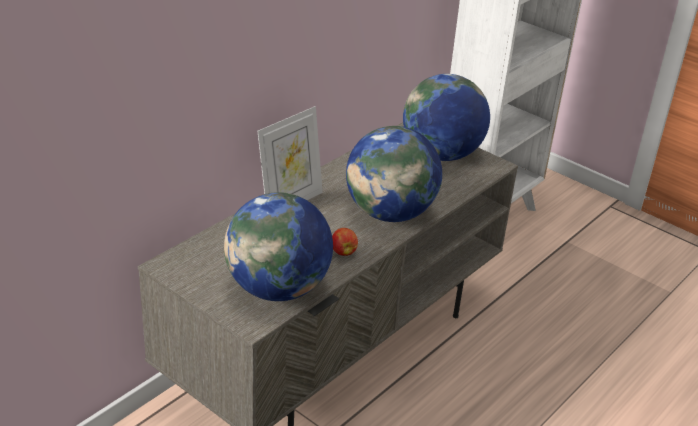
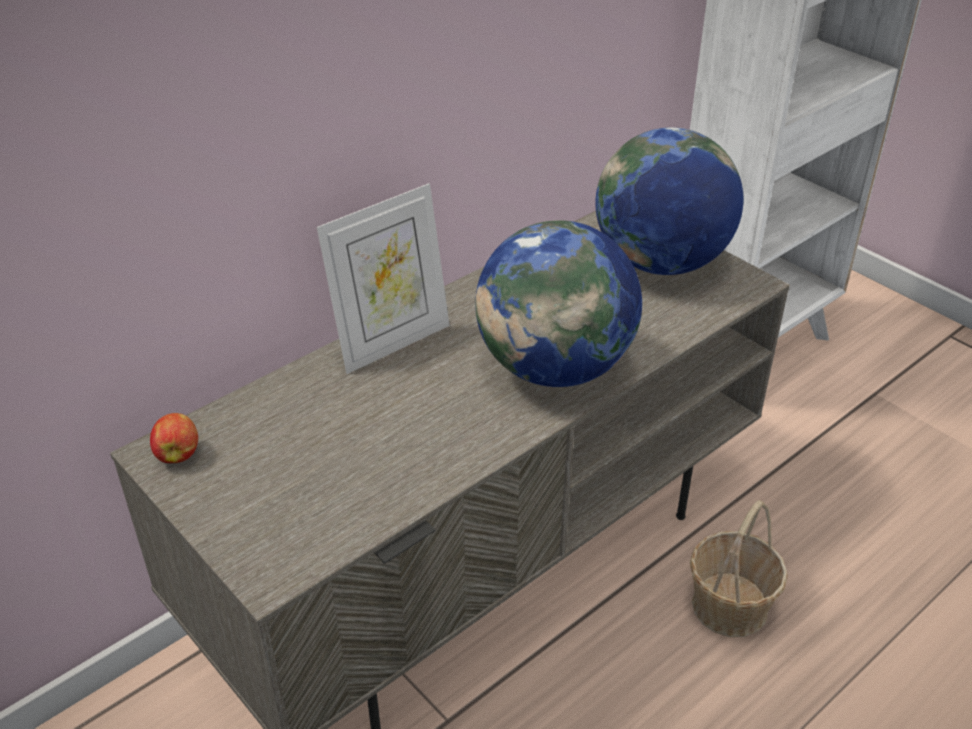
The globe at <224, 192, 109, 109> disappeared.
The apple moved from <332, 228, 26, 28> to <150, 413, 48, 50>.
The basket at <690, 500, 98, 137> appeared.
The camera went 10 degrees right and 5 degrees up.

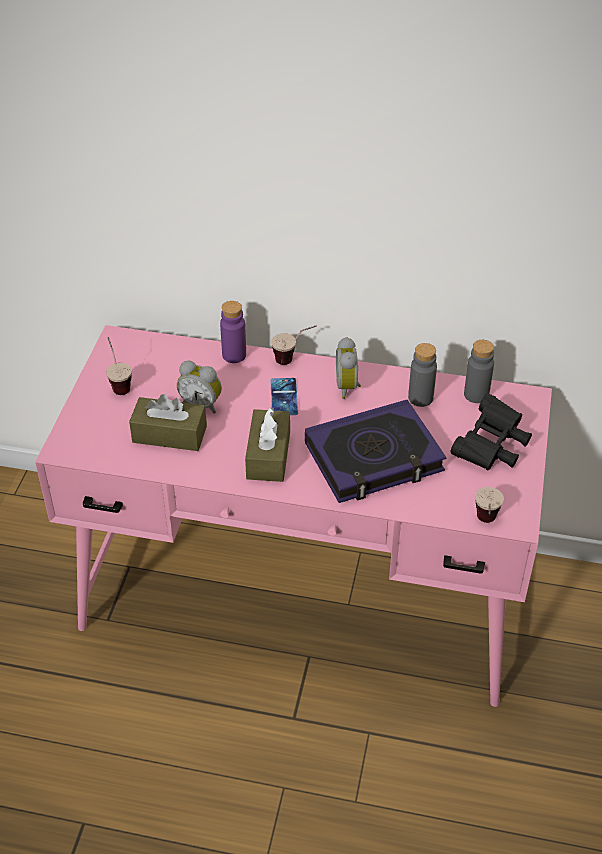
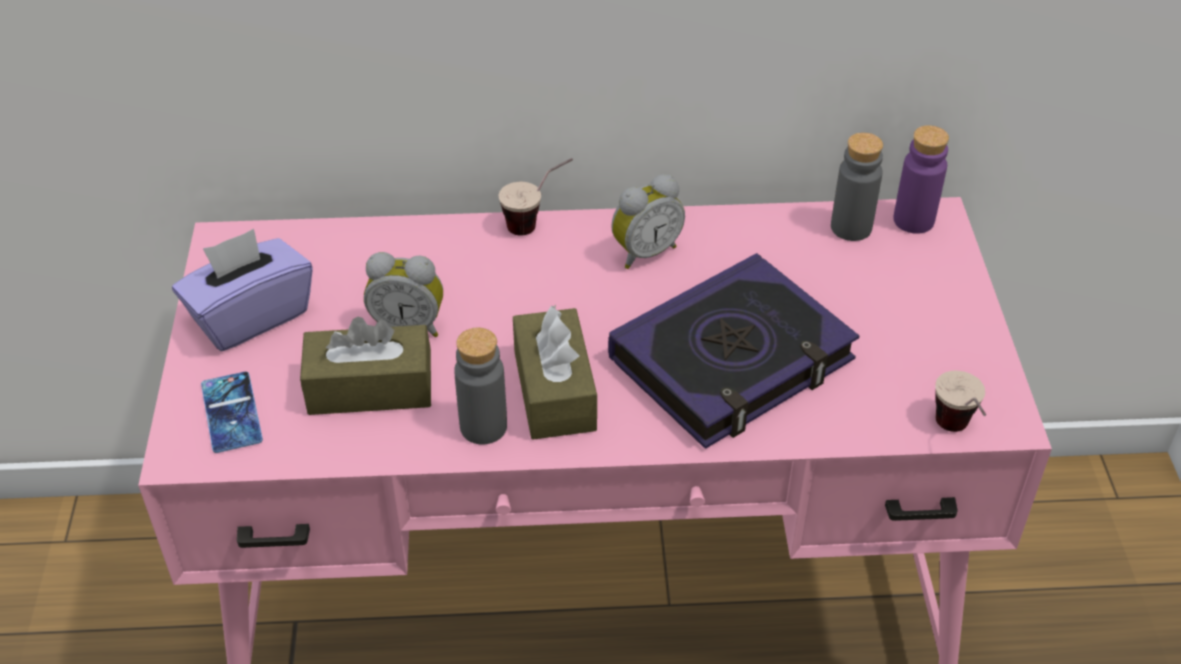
The cup at <106, 337, 26, 58> was replaced by the purple tissue box at <172, 229, 141, 122>.
The purple bottle moved from <220, 301, 26, 62> to <893, 125, 56, 109>.
The phone moved from <271, 378, 27, 37> to <201, 372, 62, 81>.
The alarm clock at <336, 337, 25, 62> turned 105 degrees counterclockwise.
The grey bottle moved from <408, 343, 29, 64> to <454, 328, 53, 117>.
The black binoculars at <450, 393, 82, 78> disappeared.
The camera went 15 degrees left and 0 degrees up.

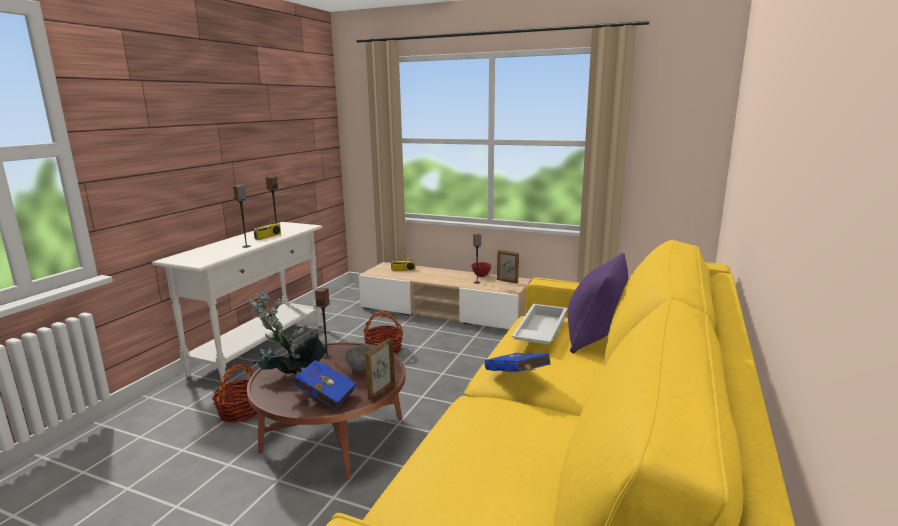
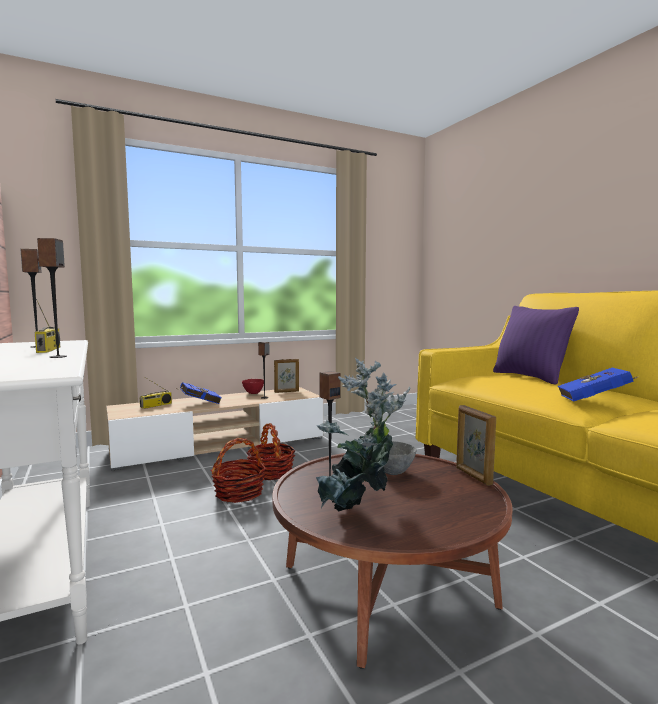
The basket moved from <212, 364, 46, 59> to <246, 423, 50, 57>.
The blue book moved from <293, 360, 63, 50> to <176, 382, 46, 22>.
The white tray at <511, 304, 56, 41> disappeared.
The camera went 50 degrees left and 10 degrees down.

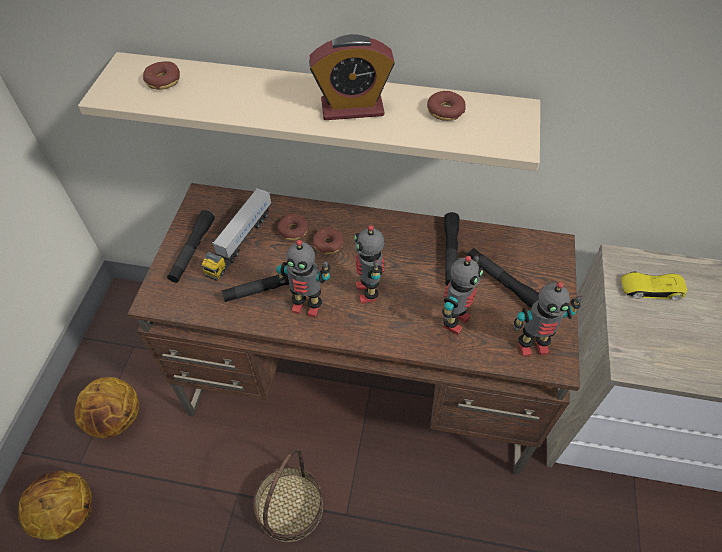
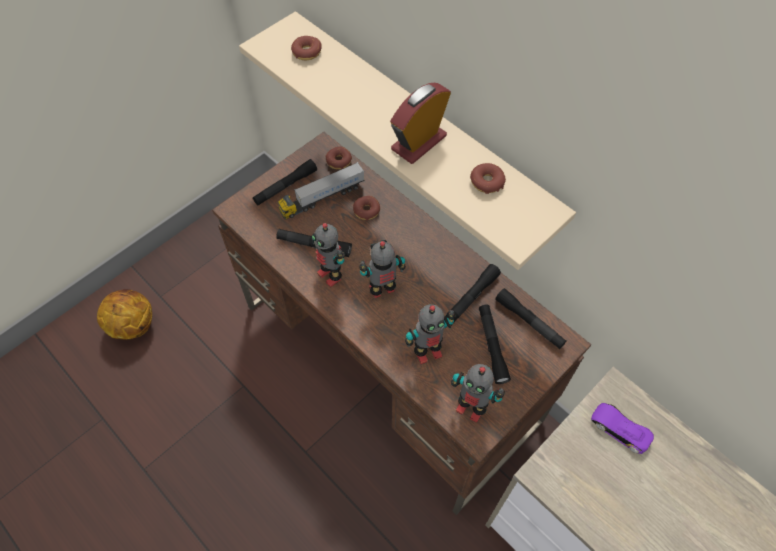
The basketball at <74, 377, 65, 61> disappeared.
The basket at <253, 448, 71, 95> disappeared.
The alarm clock at <309, 34, 86, 86> turned 105 degrees clockwise.
The donut moved from <312, 227, 32, 27> to <326, 147, 26, 22>.
The toy robot at <354, 225, 31, 79> turned 45 degrees clockwise.
The yellow toy car at <621, 272, 66, 28> became the purple toy car at <591, 403, 63, 51>.
The black flashlight at <495, 288, 72, 61> appeared.
The camera went 35 degrees right and 5 degrees up.

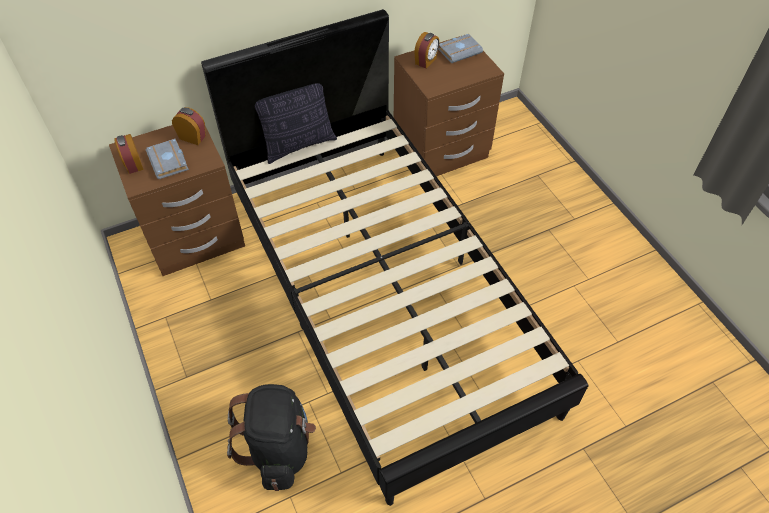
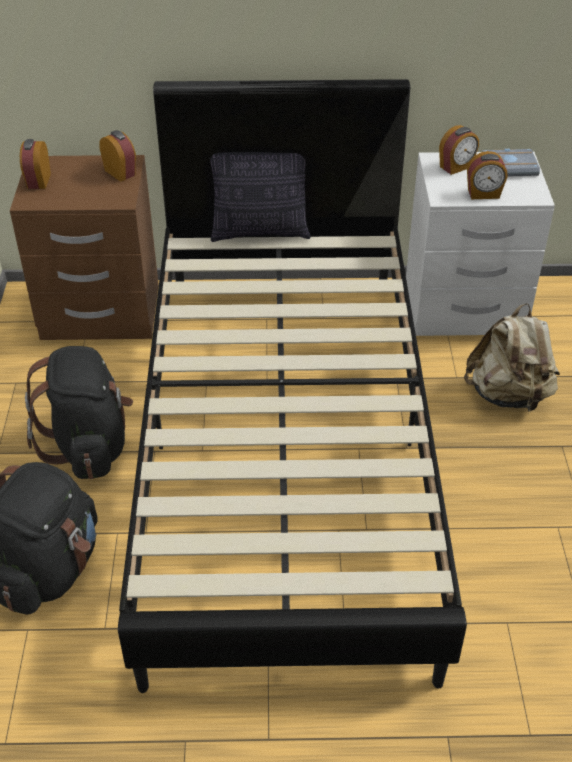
The grey book at <146, 139, 43, 40> disappeared.
The brown nightstand at <394, 36, 110, 140> became the white nightstand at <406, 152, 149, 184>.
The black backpack at <25, 346, 108, 133> appeared.
The beige backpack at <464, 303, 96, 108> appeared.
The alarm clock at <467, 151, 41, 48> appeared.
The camera went 25 degrees right and 10 degrees down.

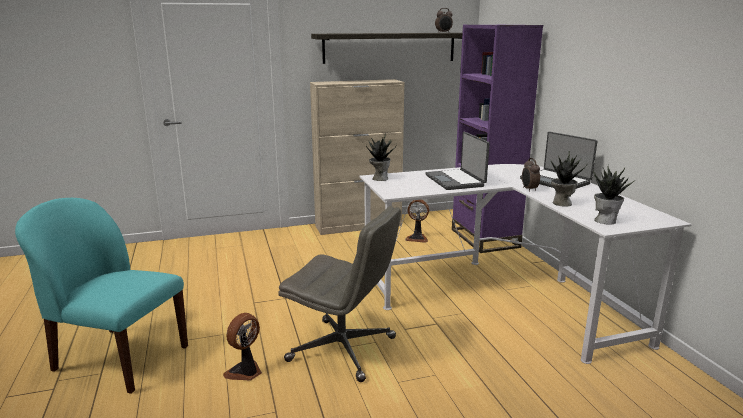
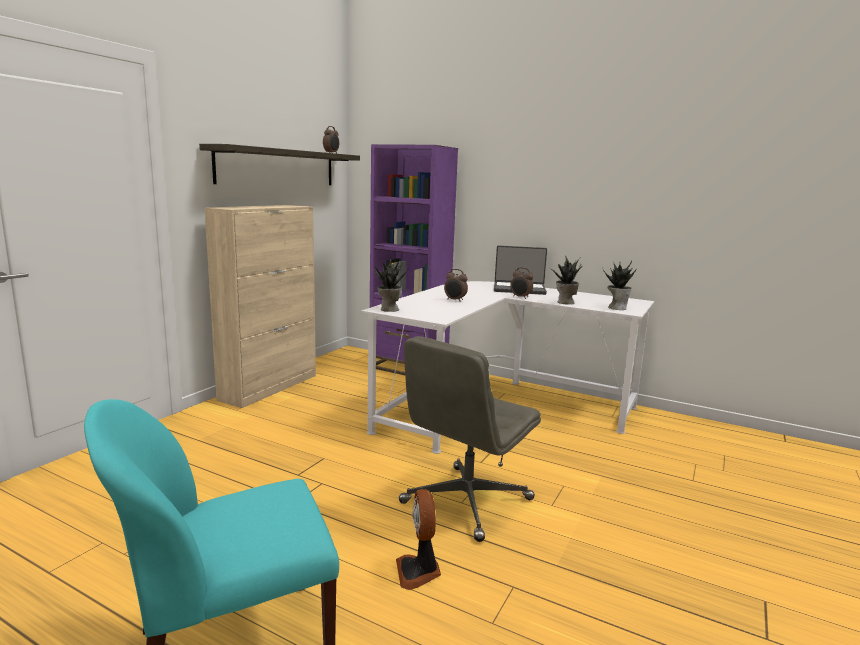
The grey office chair at <278, 206, 123, 176> turned 150 degrees clockwise.
The fan at <405, 200, 24, 43> disappeared.
The laptop at <425, 132, 65, 58> was replaced by the alarm clock at <444, 269, 24, 33>.
The camera went 45 degrees left and 5 degrees down.

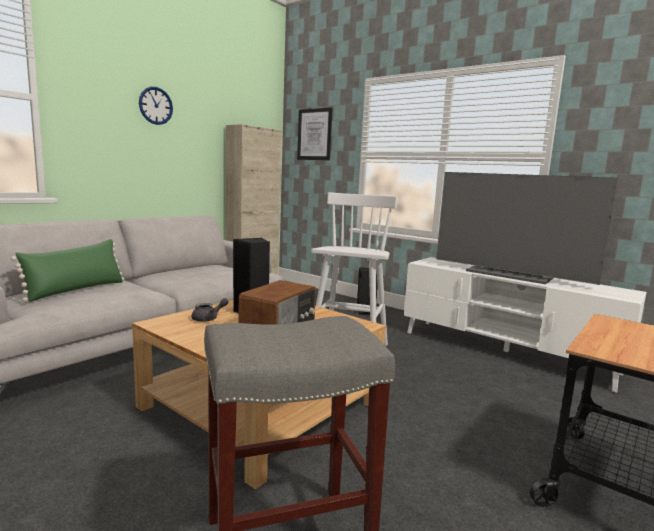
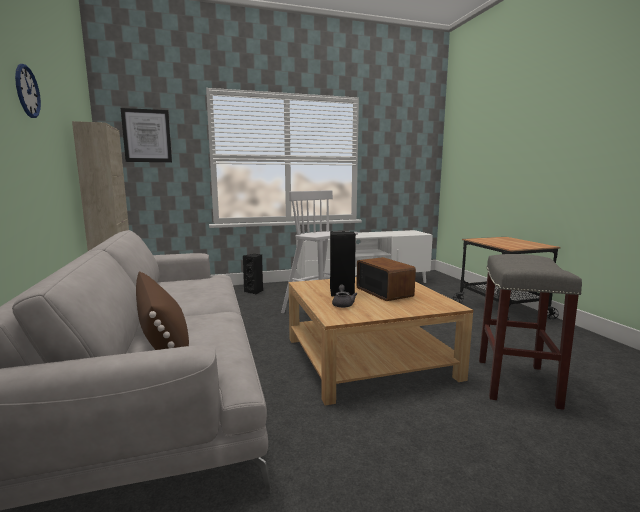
The green pillow at <11, 239, 113, 63> became the brown pillow at <136, 271, 53, 79>.
The television at <436, 172, 182, 113> disappeared.
The camera went 55 degrees left and 0 degrees up.

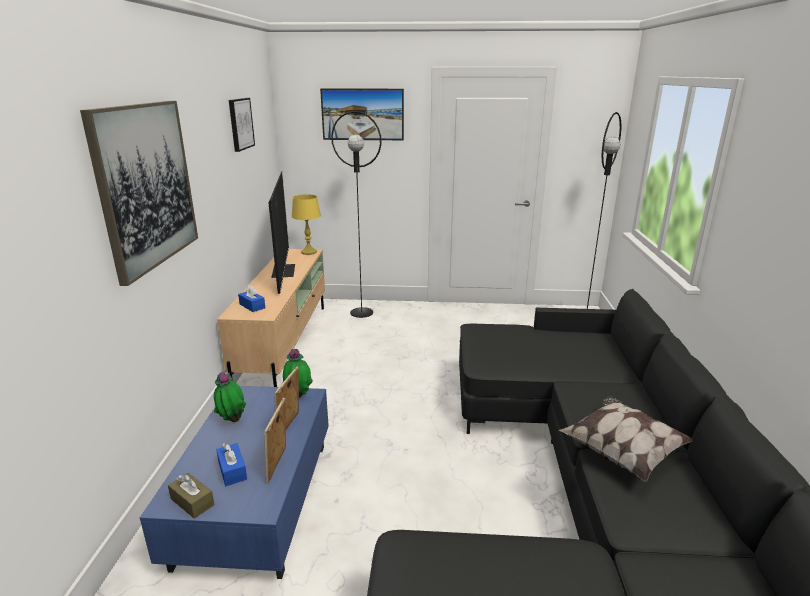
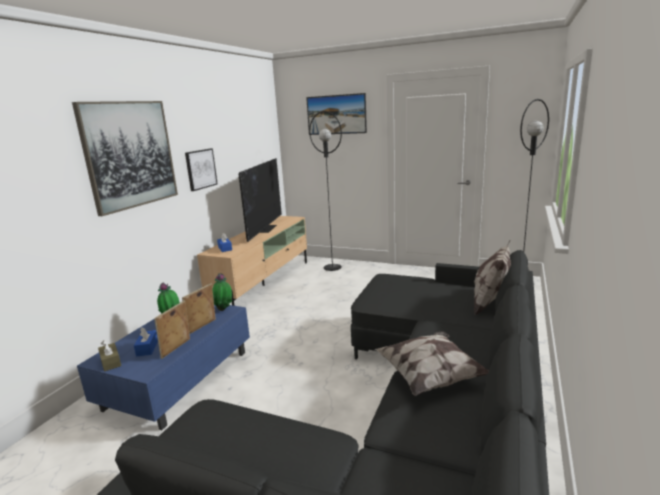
The picture moved from <229, 98, 26, 54> to <185, 149, 33, 42>.
The yellow table lamp at <291, 194, 30, 61> disappeared.
The pillow at <474, 240, 37, 75> appeared.
The camera went 20 degrees right and 5 degrees down.

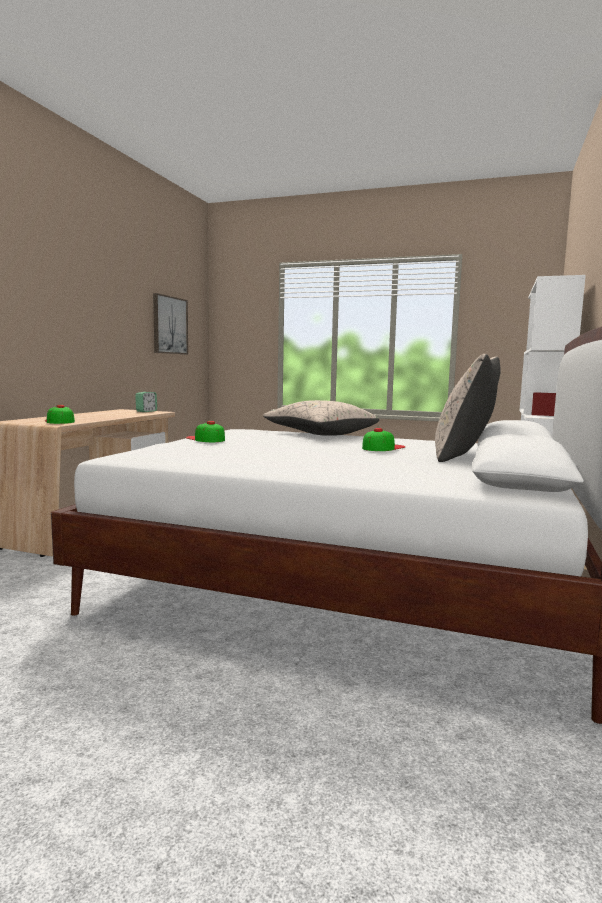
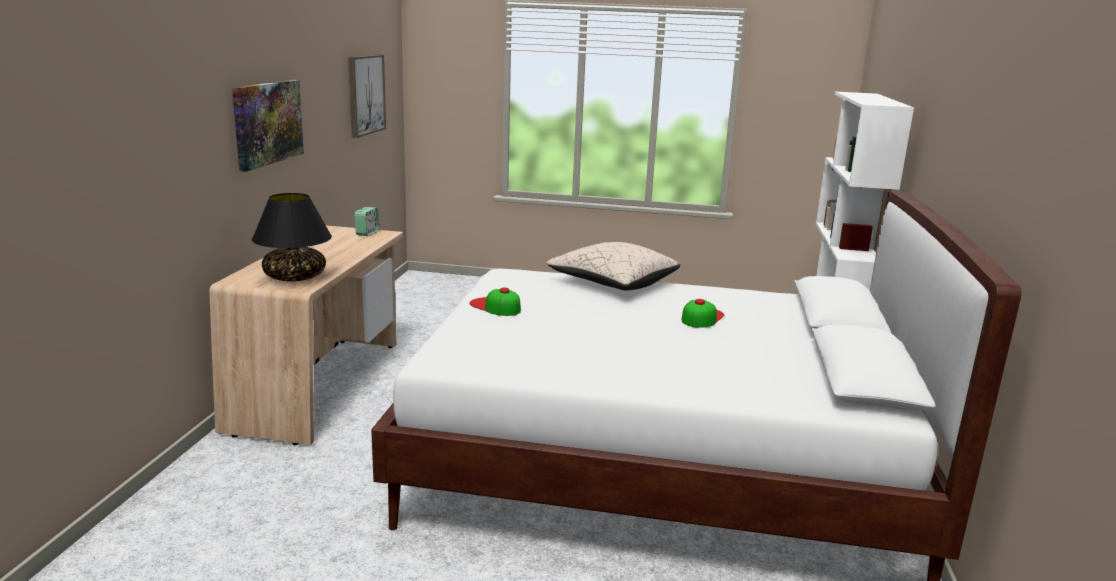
The cap at <44, 405, 31, 19> was replaced by the black table lamp at <252, 193, 80, 88>.
The beige pillow at <435, 354, 66, 108> disappeared.
The picture at <232, 80, 72, 92> appeared.
The camera went 10 degrees left and 10 degrees up.

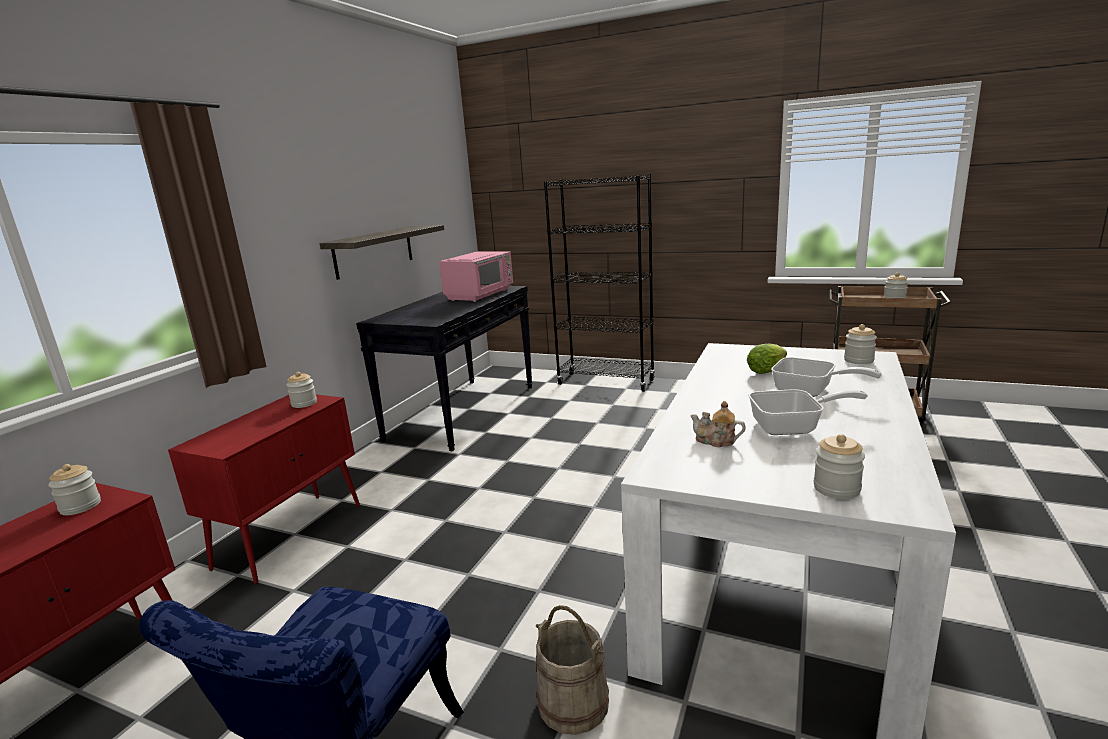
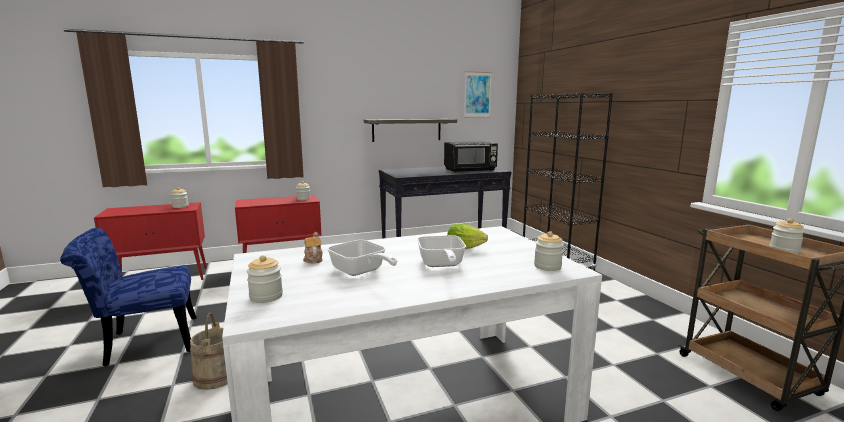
The pink microwave at <439, 251, 74, 51> became the black microwave at <444, 141, 54, 32>.
The picture at <464, 71, 28, 47> appeared.
The camera went 45 degrees right and 5 degrees down.

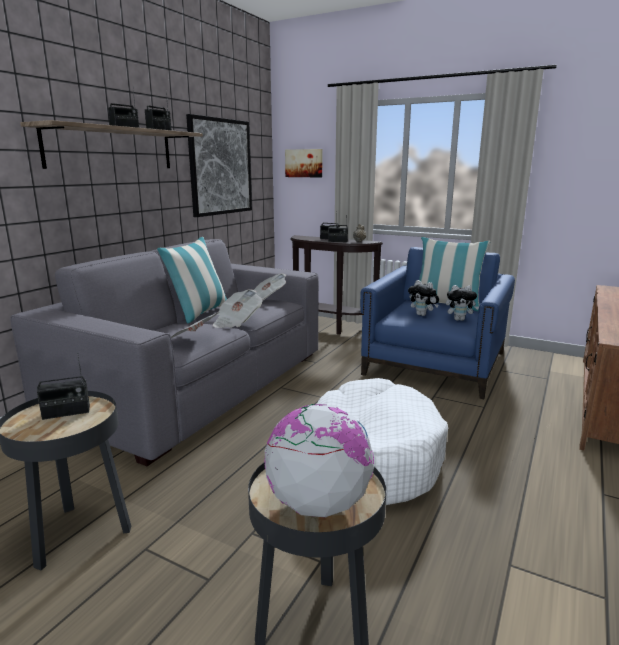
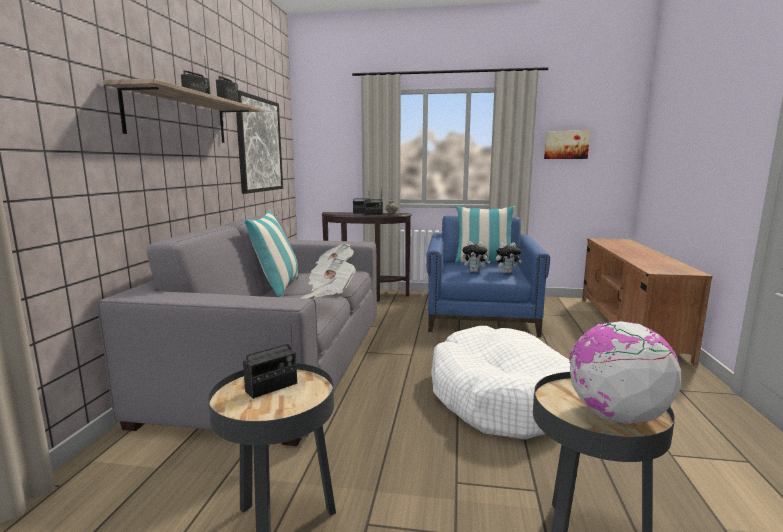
The picture moved from <285, 149, 38, 28> to <544, 131, 46, 28>.
The camera went 20 degrees left and 5 degrees down.

